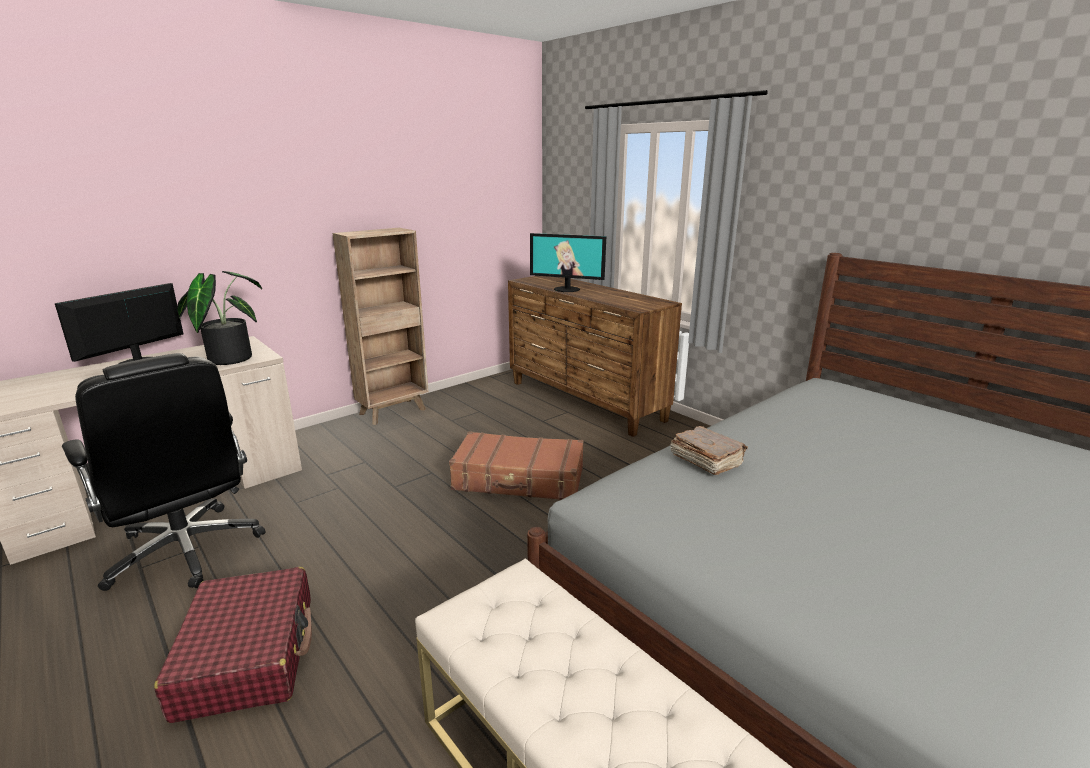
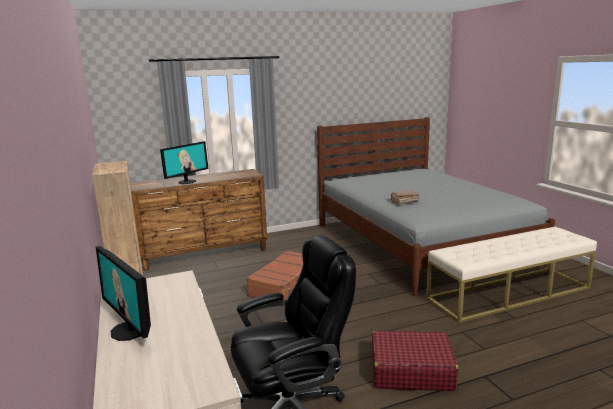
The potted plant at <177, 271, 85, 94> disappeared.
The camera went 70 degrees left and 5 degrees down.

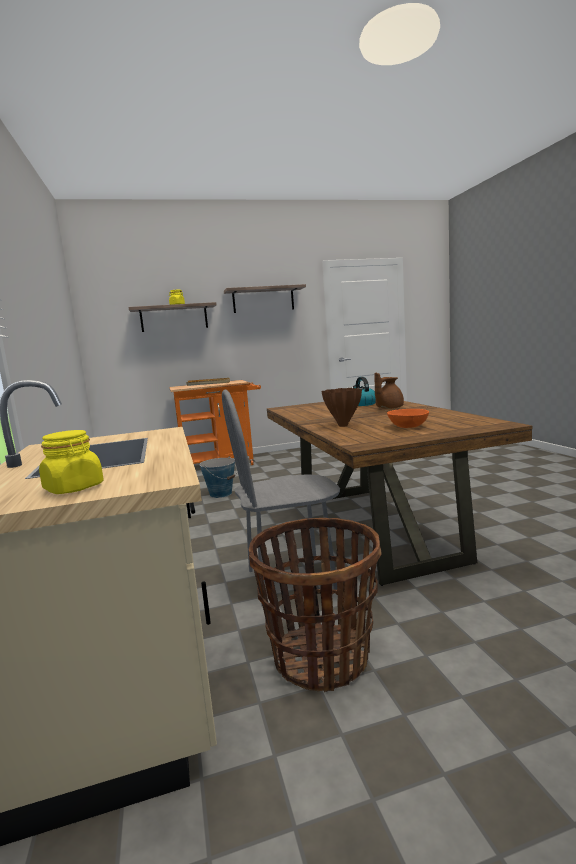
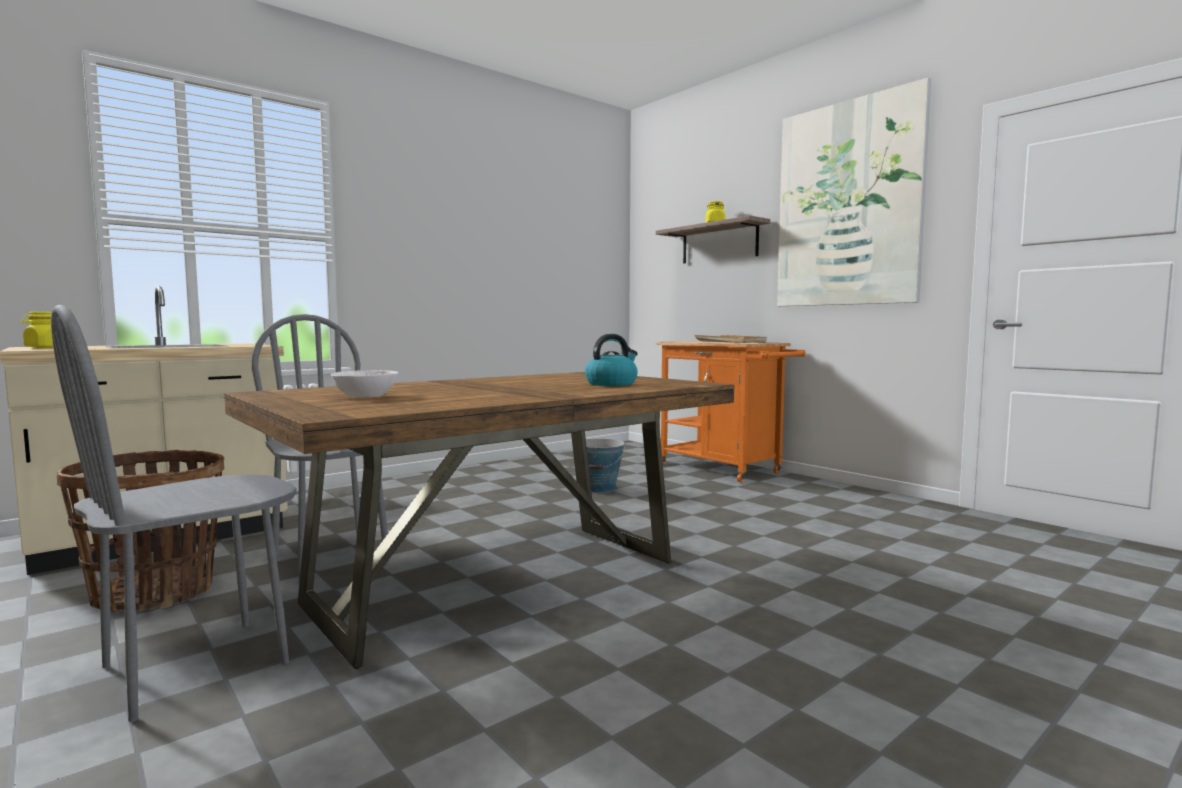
The shelf at <224, 284, 82, 29> was replaced by the picture at <777, 77, 154, 229>.
The brown vase at <322, 388, 40, 39> disappeared.
The brown teapot at <374, 373, 30, 36> disappeared.
The orange bowl at <387, 409, 42, 19> became the white bowl at <331, 370, 67, 28>.
The grey chair at <51, 305, 246, 417> appeared.
The camera went 65 degrees right and 5 degrees down.

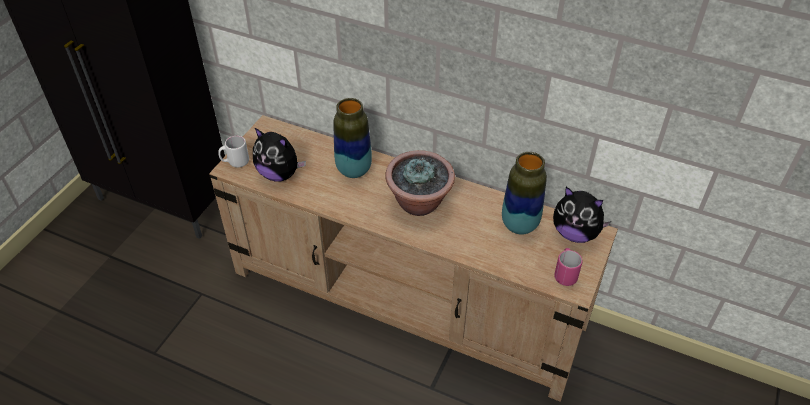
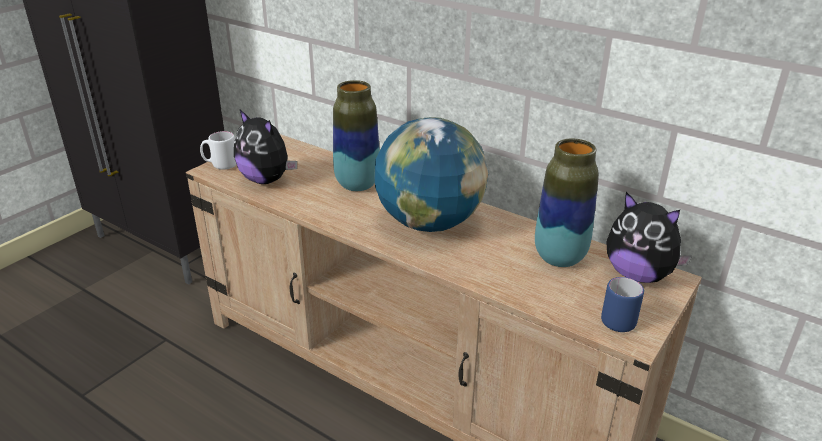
The potted plant at <385, 150, 70, 66> was replaced by the globe at <374, 117, 115, 115>.
The pink mug at <554, 248, 28, 38> became the blue mug at <601, 277, 43, 55>.
The camera went 10 degrees right and 15 degrees down.

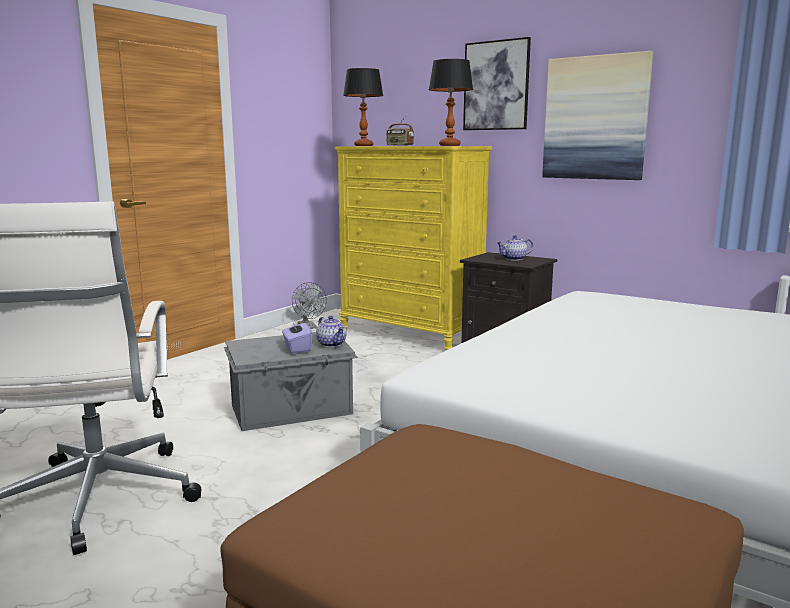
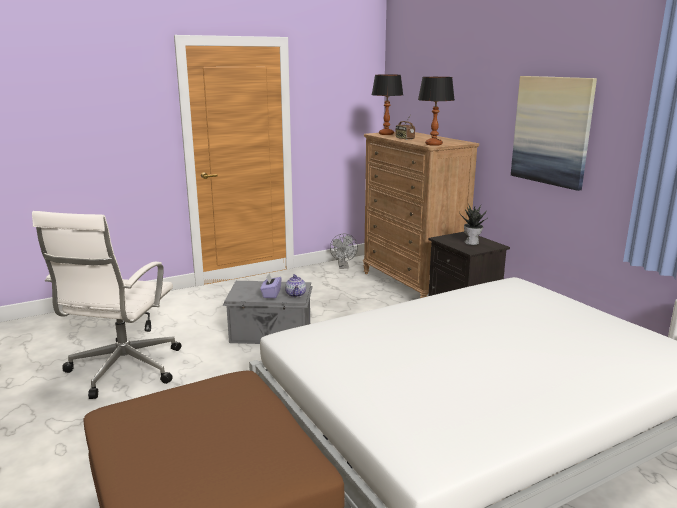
The yellow dresser at <335, 146, 157, 204> became the brown dresser at <363, 132, 116, 166>.
The picture at <463, 37, 68, 93> disappeared.
The teapot at <496, 235, 37, 26> was replaced by the potted plant at <460, 203, 27, 42>.
The camera went 25 degrees right and 5 degrees up.

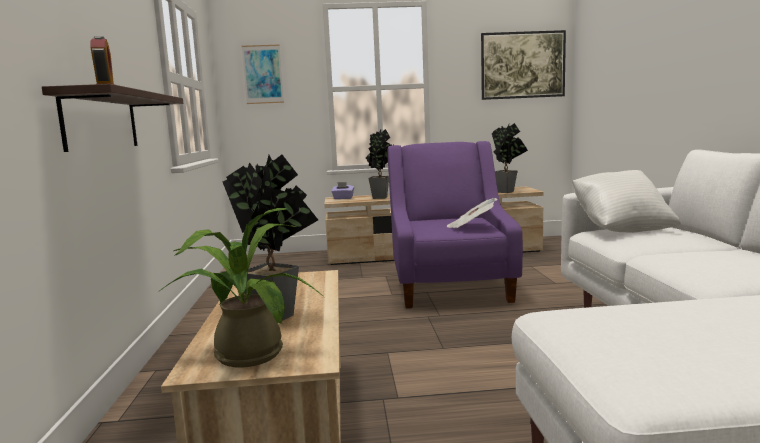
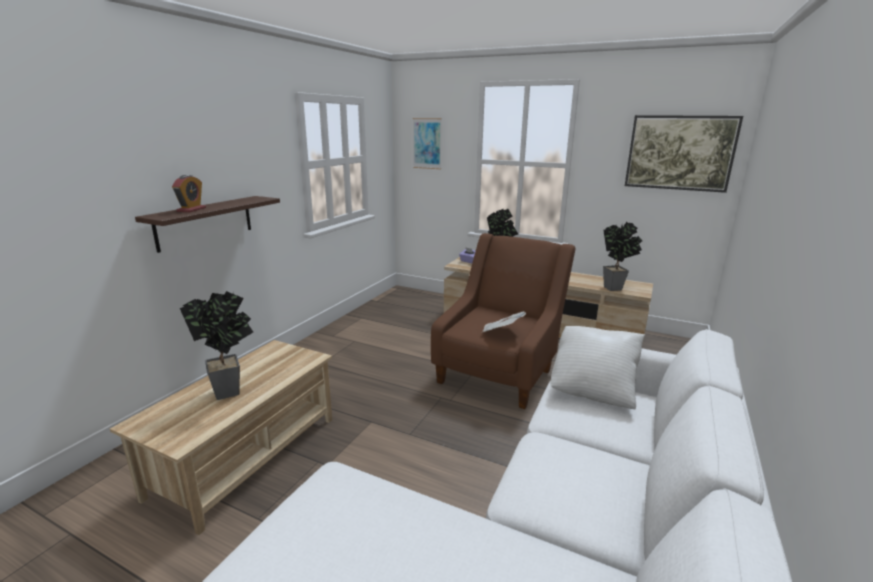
The potted plant at <159, 208, 165, 160> disappeared.
The purple armchair at <387, 141, 136, 167> became the brown armchair at <431, 233, 144, 176>.
The camera went 30 degrees right and 10 degrees up.

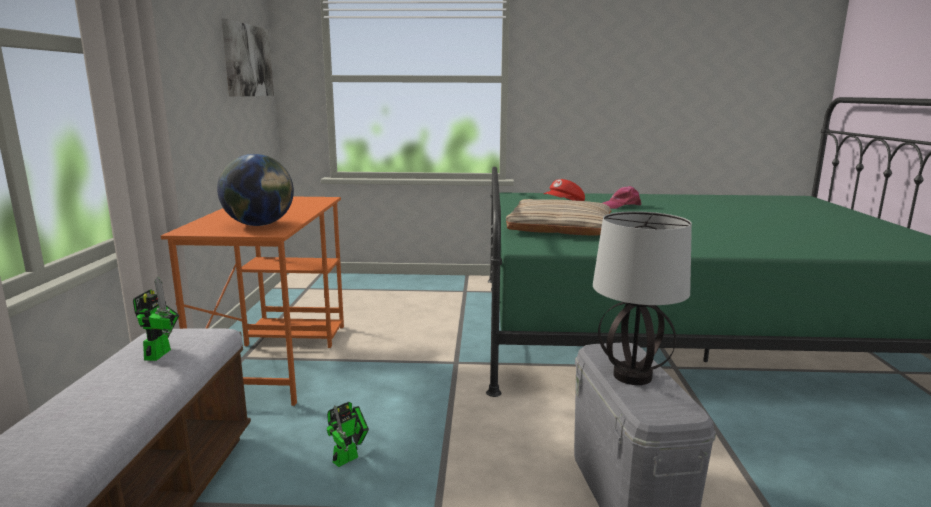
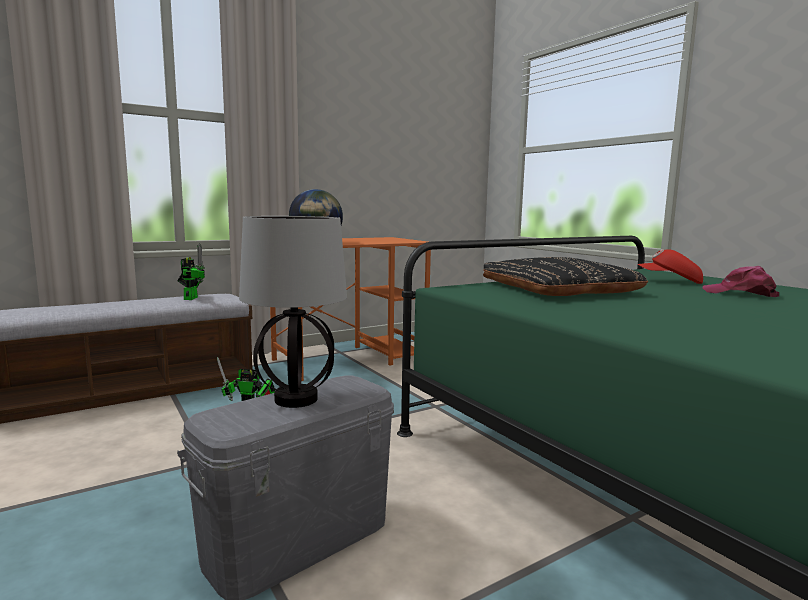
The toy robot at <133, 277, 46, 84> turned 60 degrees counterclockwise.
The picture at <221, 19, 53, 78> disappeared.
The beige pillow at <506, 199, 105, 36> became the black pillow at <483, 257, 166, 39>.
The camera went 55 degrees right and 5 degrees down.

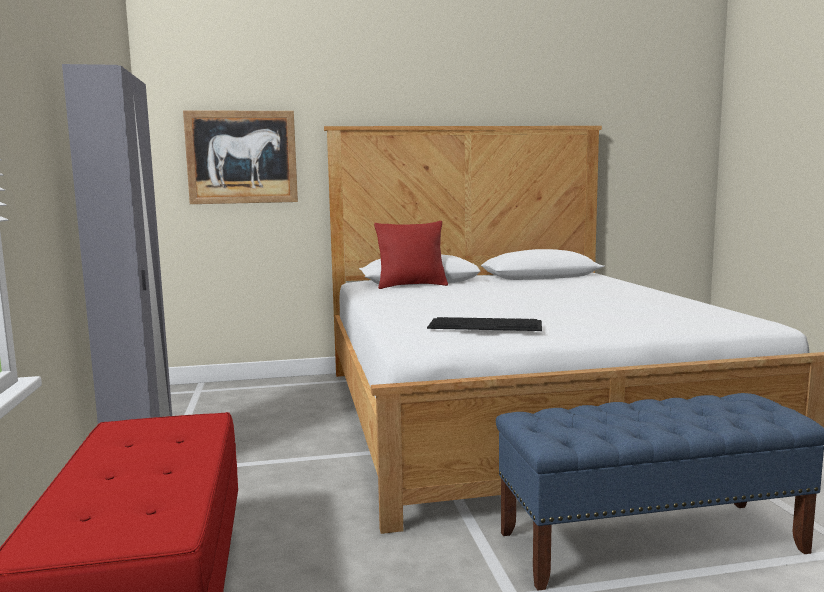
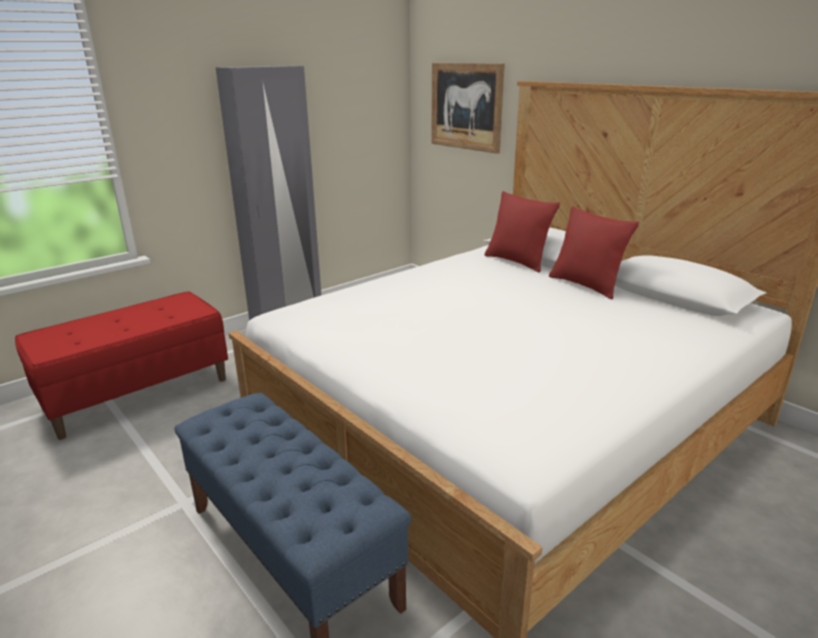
The keyboard at <427, 317, 115, 14> disappeared.
The red pillow at <549, 206, 90, 93> appeared.
The camera went 60 degrees right and 15 degrees up.

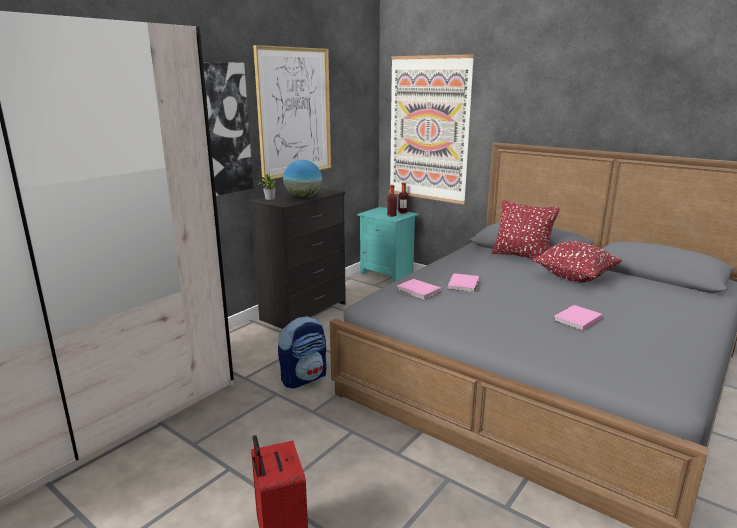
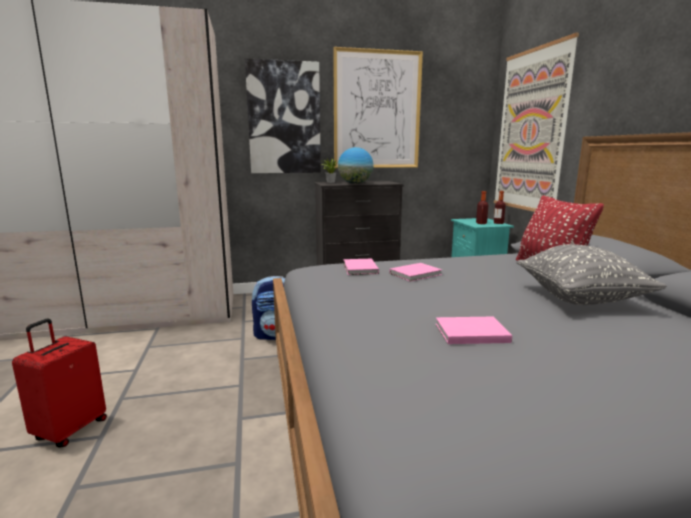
The red pillow at <532, 241, 90, 41> became the grey pillow at <516, 244, 151, 61>.
The camera went 40 degrees right and 5 degrees down.

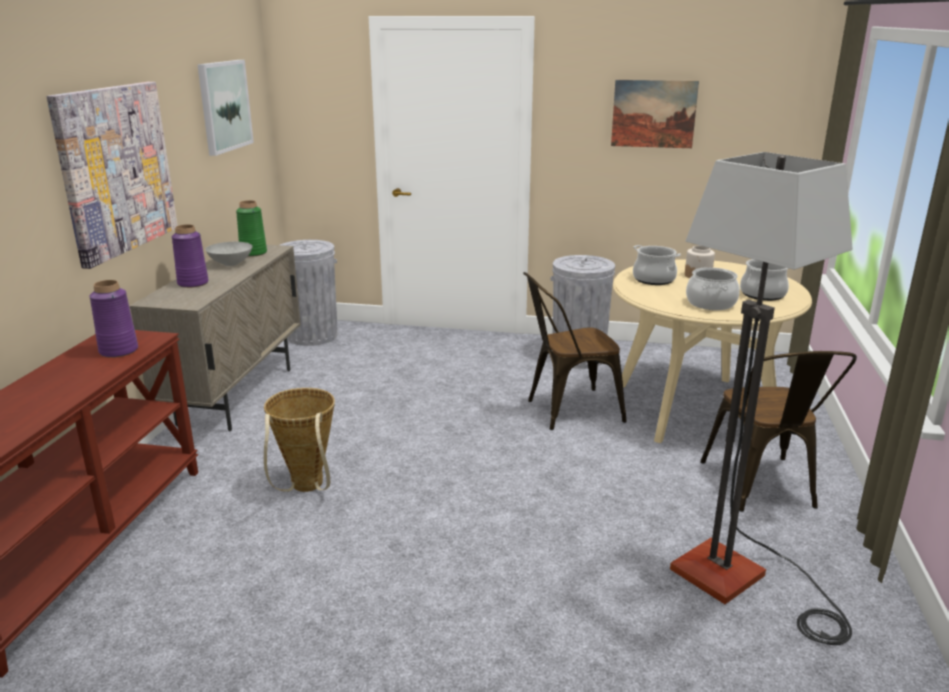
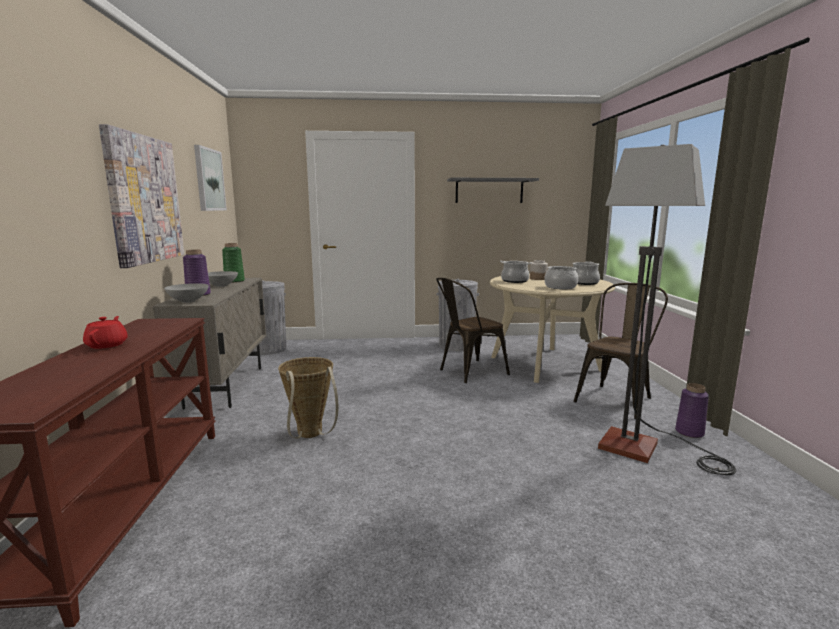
The purple vase moved from <89, 280, 49, 78> to <675, 383, 34, 55>.
The picture at <611, 80, 88, 68> was replaced by the grey shelf at <447, 178, 92, 25>.
The brown chair at <700, 351, 157, 161> turned 120 degrees counterclockwise.
The red teapot at <83, 316, 45, 33> appeared.
The grey bowl at <164, 283, 45, 20> appeared.
The camera went 15 degrees left and 10 degrees down.

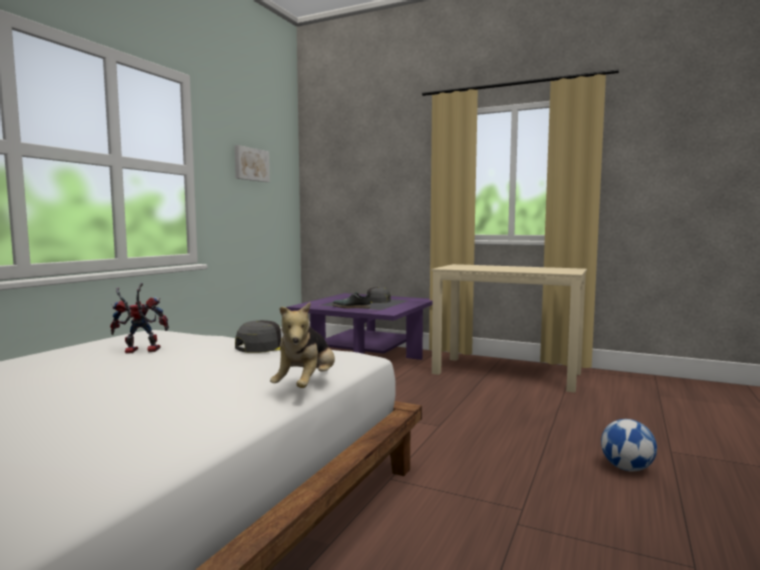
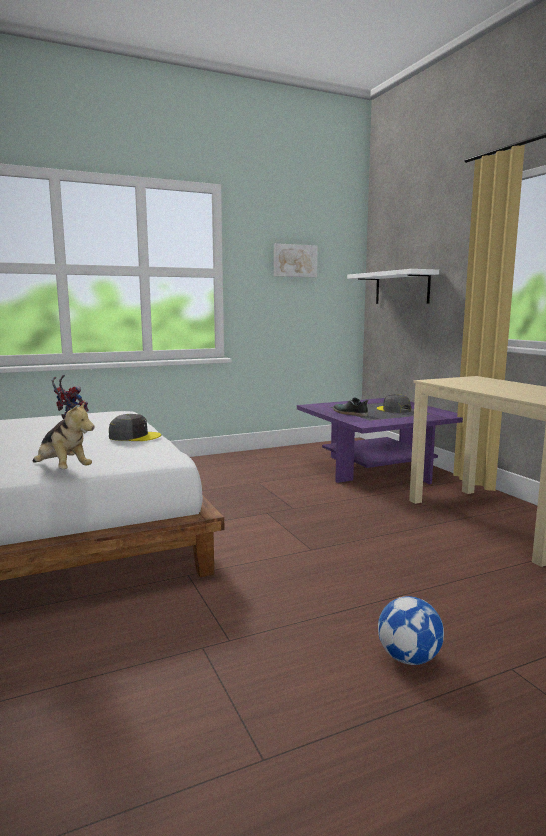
The plush toy at <270, 302, 65, 86> turned 105 degrees counterclockwise.
The white shelf at <347, 269, 92, 35> appeared.
The camera went 40 degrees right and 5 degrees up.

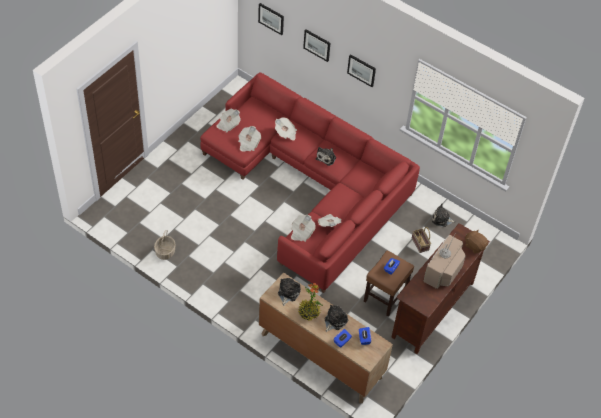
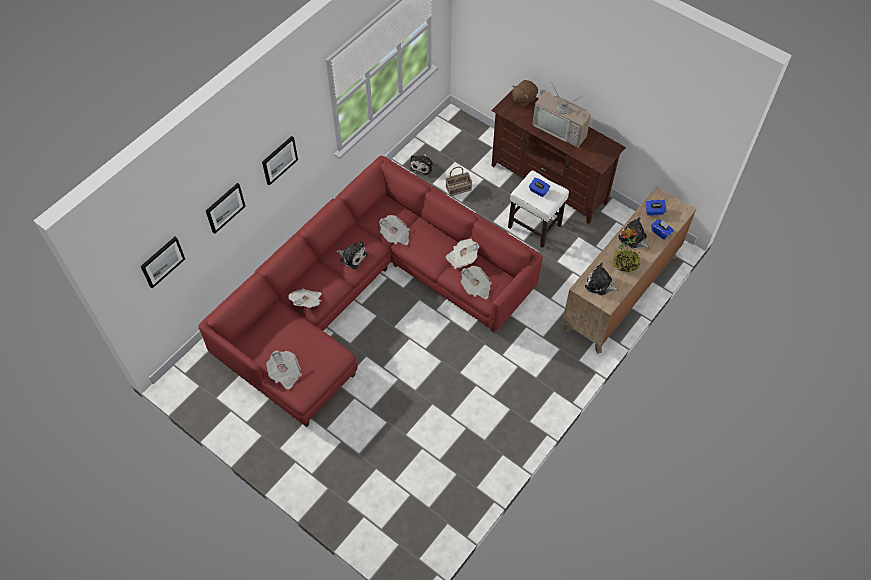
The basket at <154, 230, 22, 30> disappeared.
The newspaper moved from <238, 126, 23, 25> to <379, 215, 31, 30>.
The brown stool at <364, 250, 50, 67> became the white stool at <508, 170, 61, 78>.
The camera went 85 degrees left and 5 degrees up.

